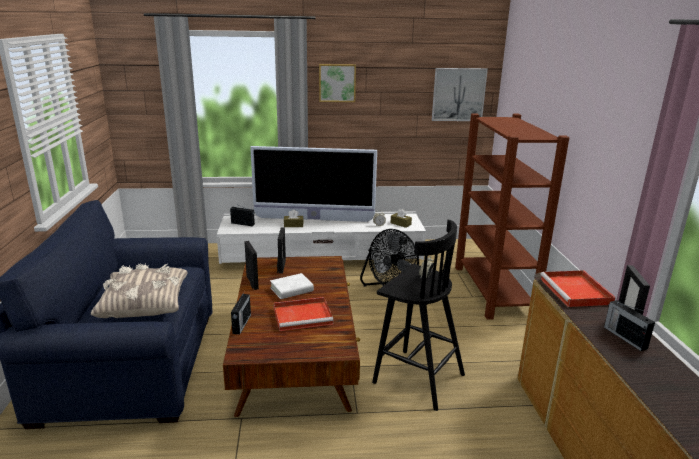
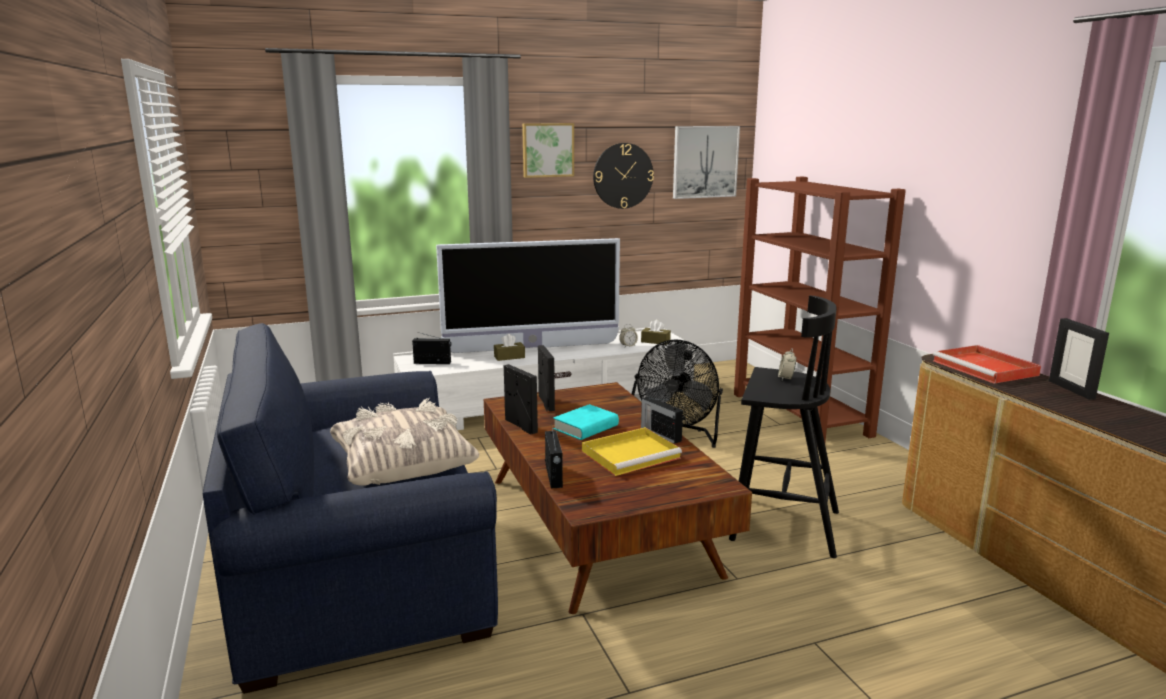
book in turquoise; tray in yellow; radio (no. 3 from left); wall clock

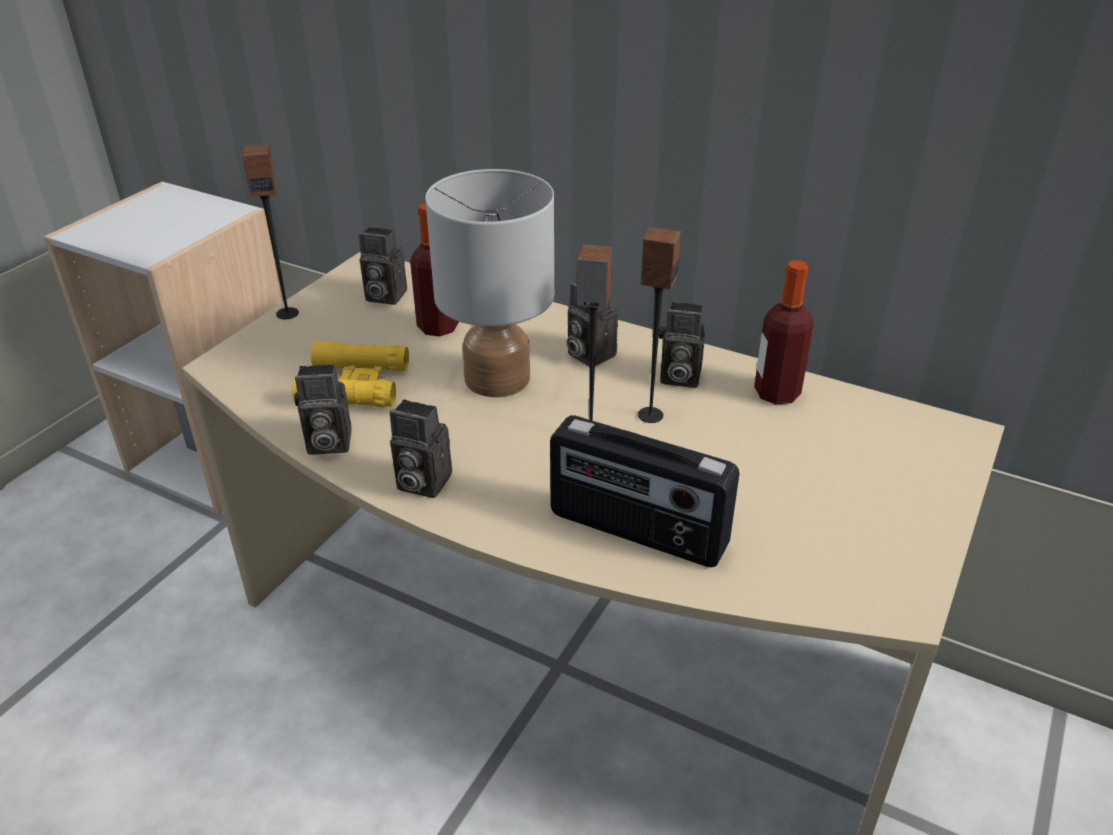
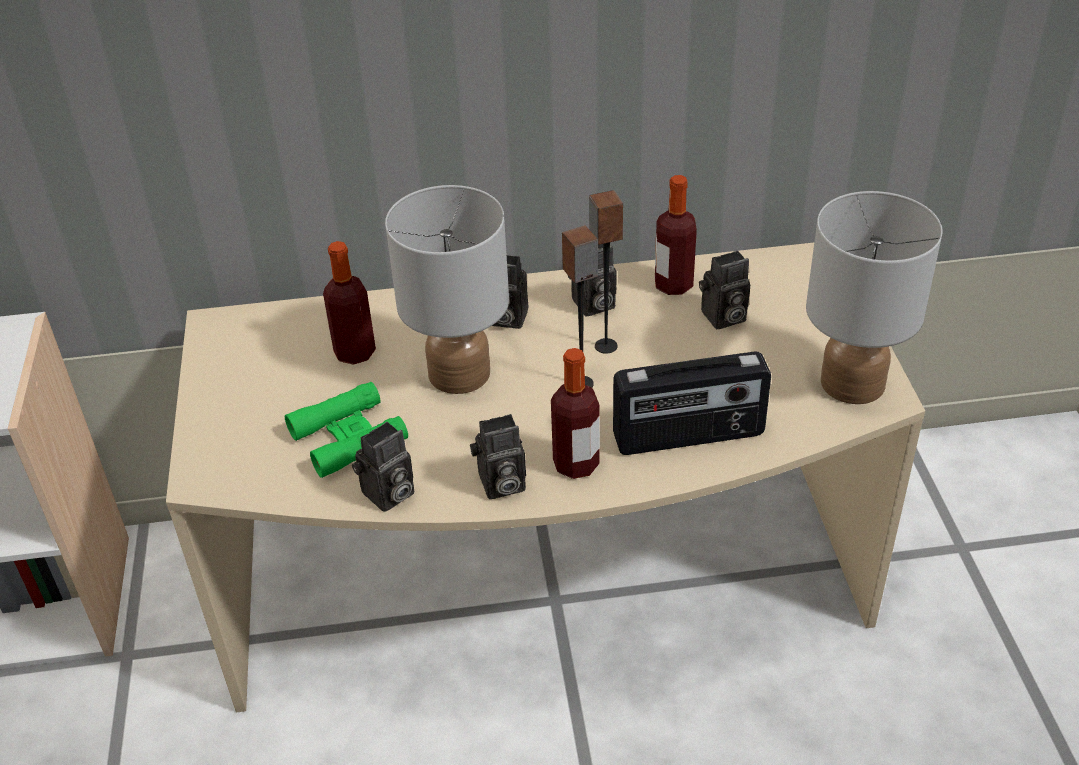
speaker (no. 1 from left in the first image); binoculars in green; photo camera (no. 5 from left); bottle (no. 2 from left); table lamp in grey (no. 2 from left)

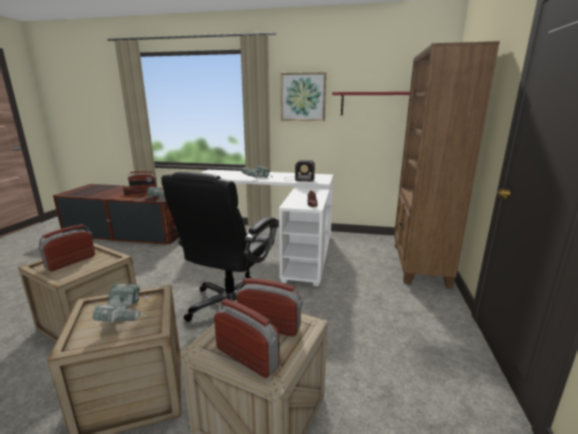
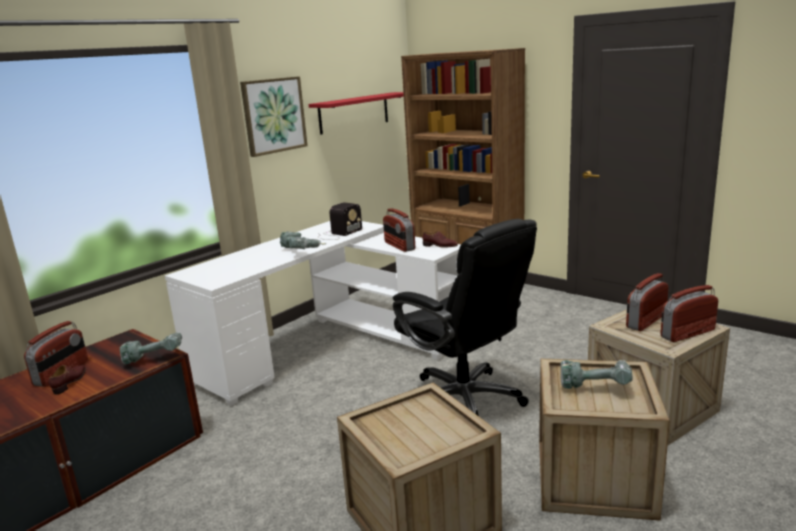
radio (no. 3 from left)

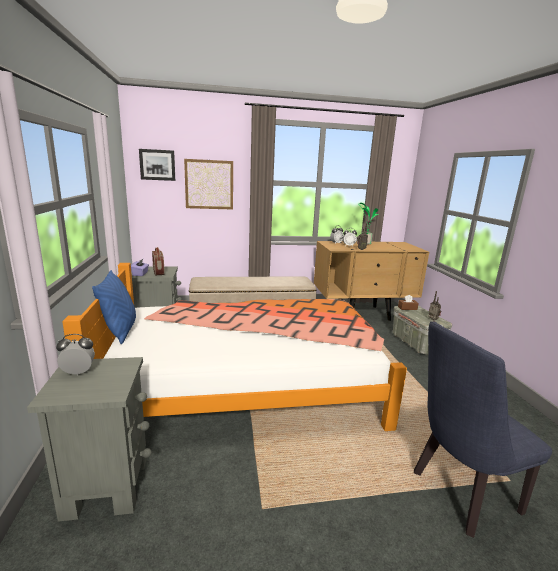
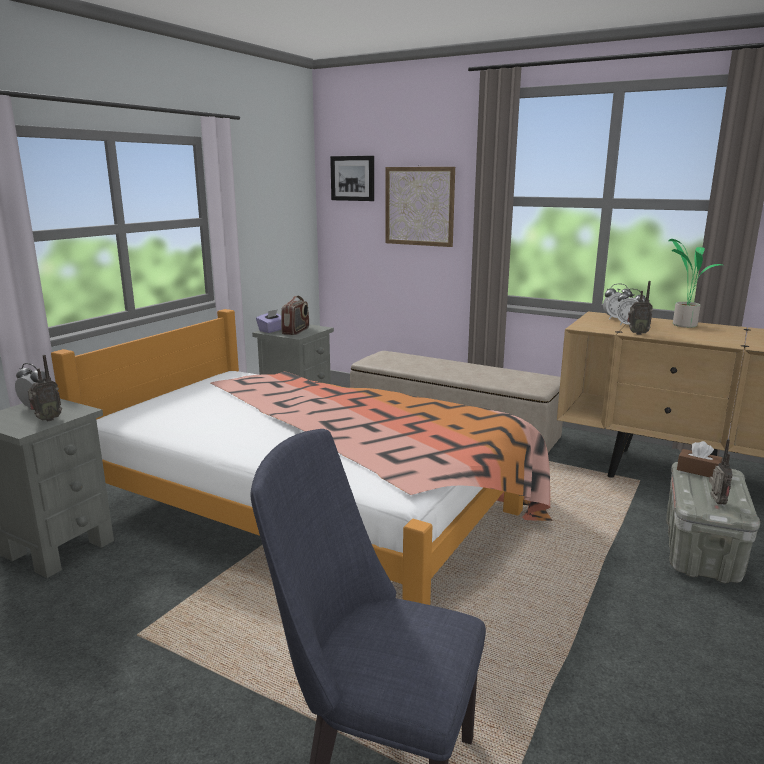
pillow in blue; radio (no. 1 from left)

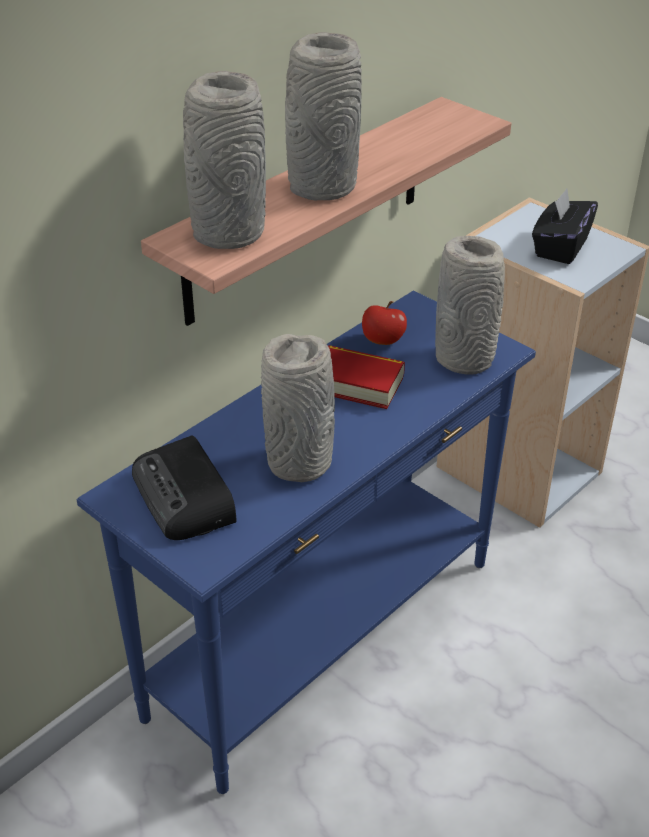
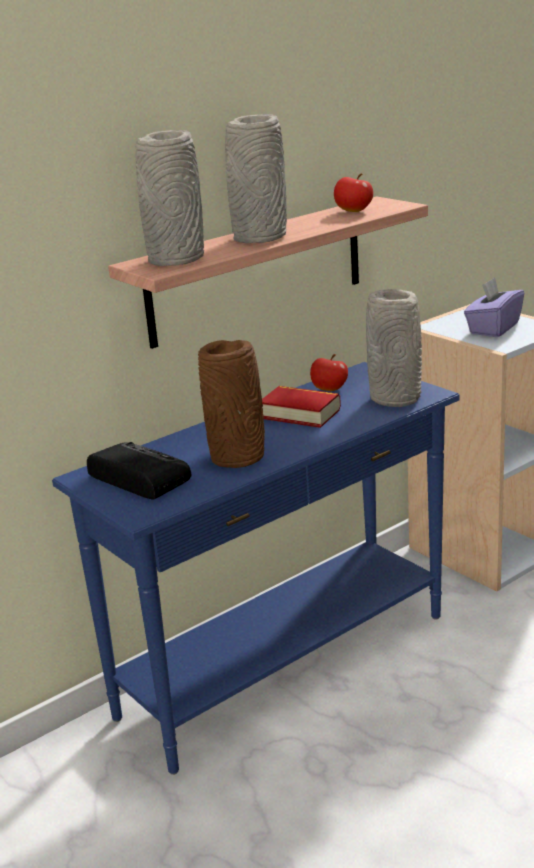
radio; vase in brown; tissue box in purple; apple (no. 2 from left)

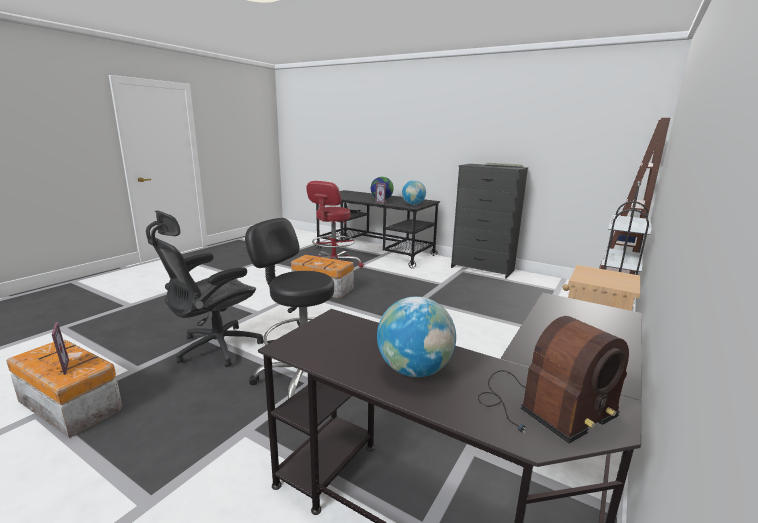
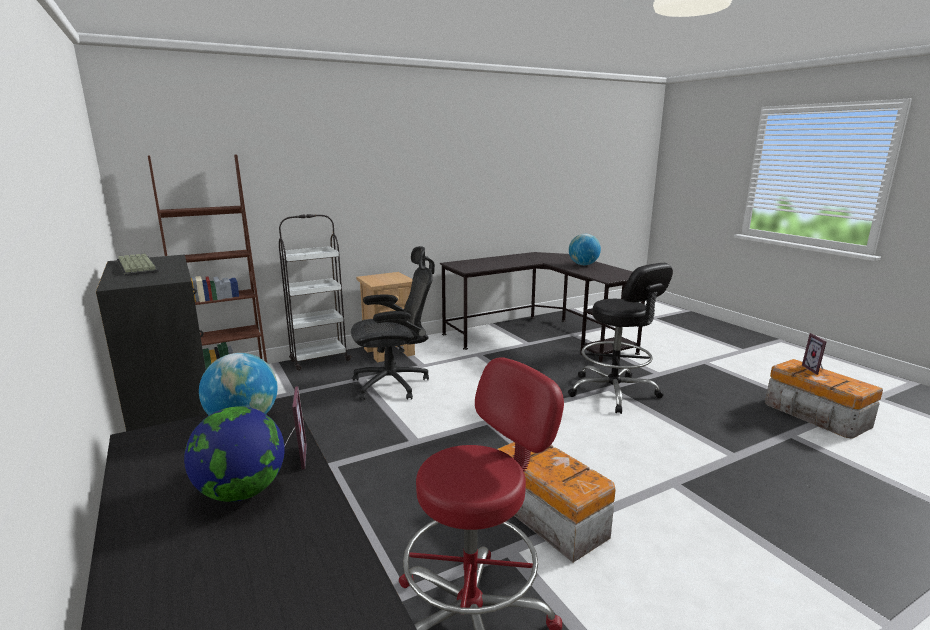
office chair; radio

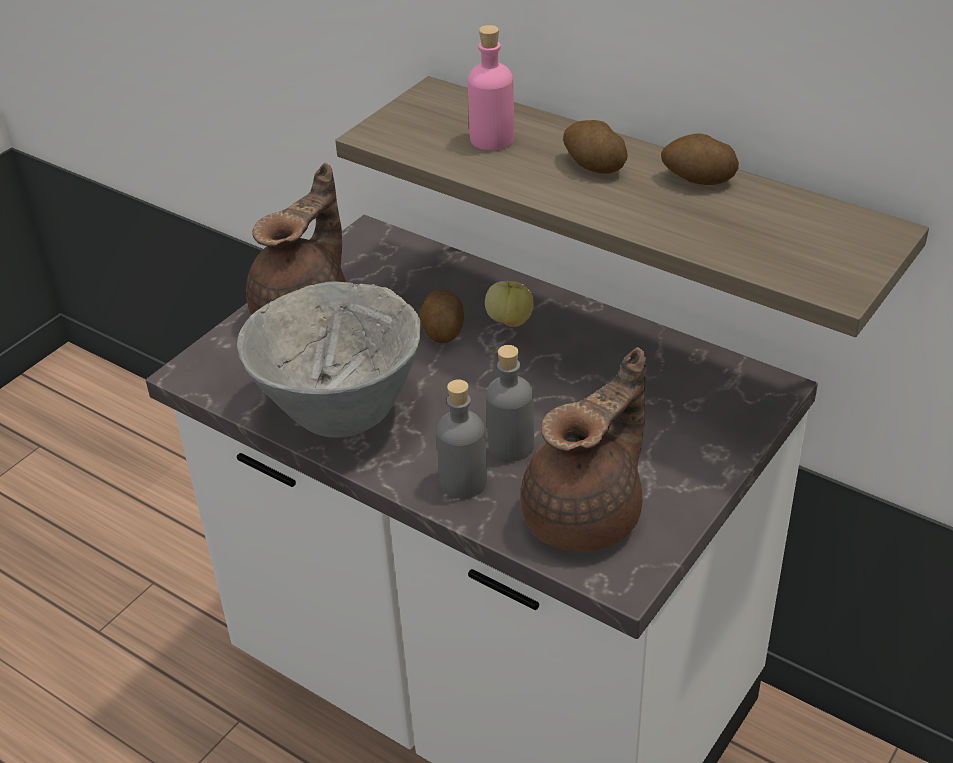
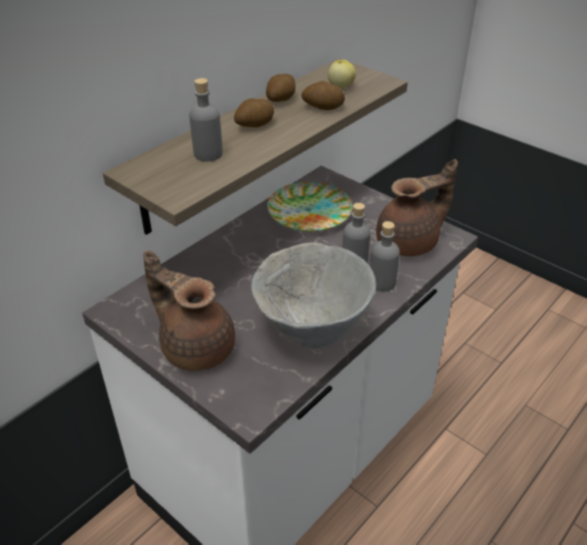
potato (no. 3 from left); bottle in grey (no. 1 from left); apple; teapot in brown (no. 2 from left); plate

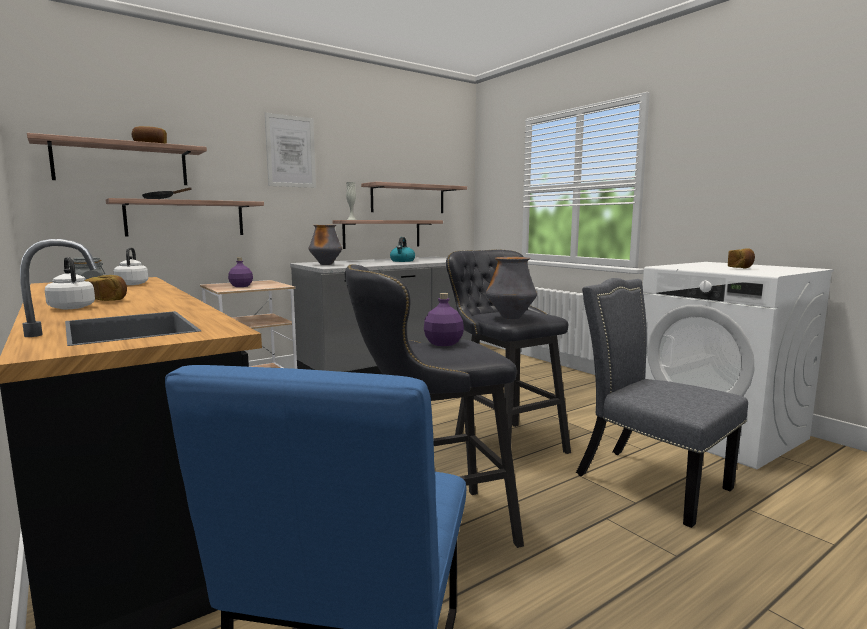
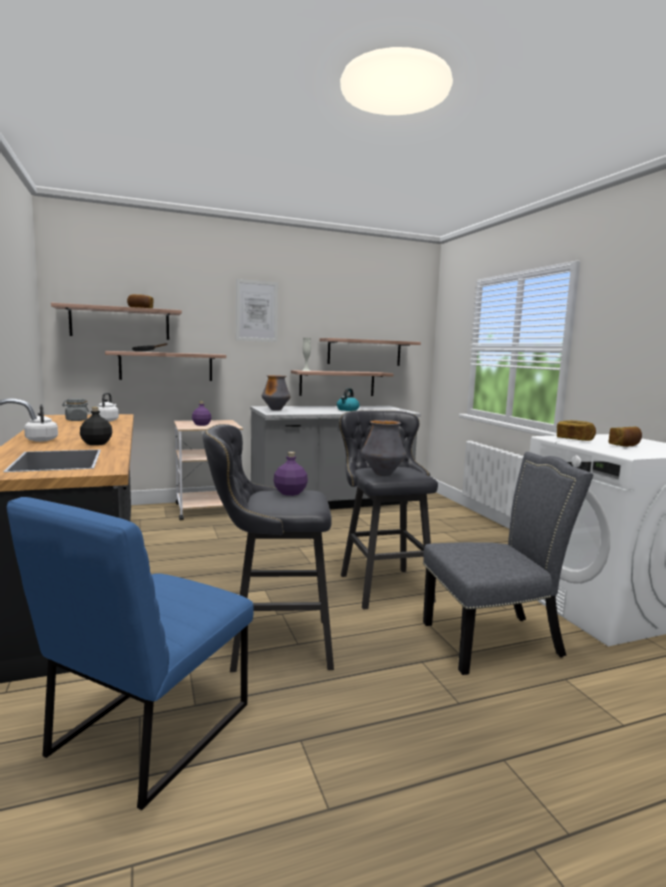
bread (no. 2 from left); chair in grey; bottle in black

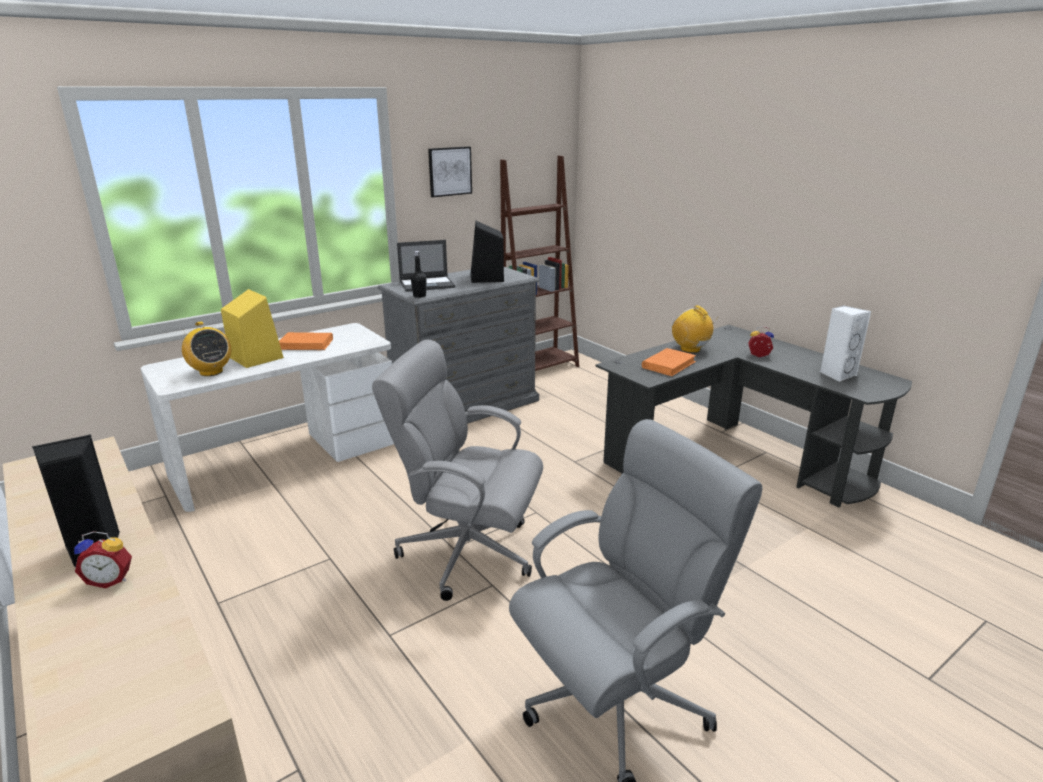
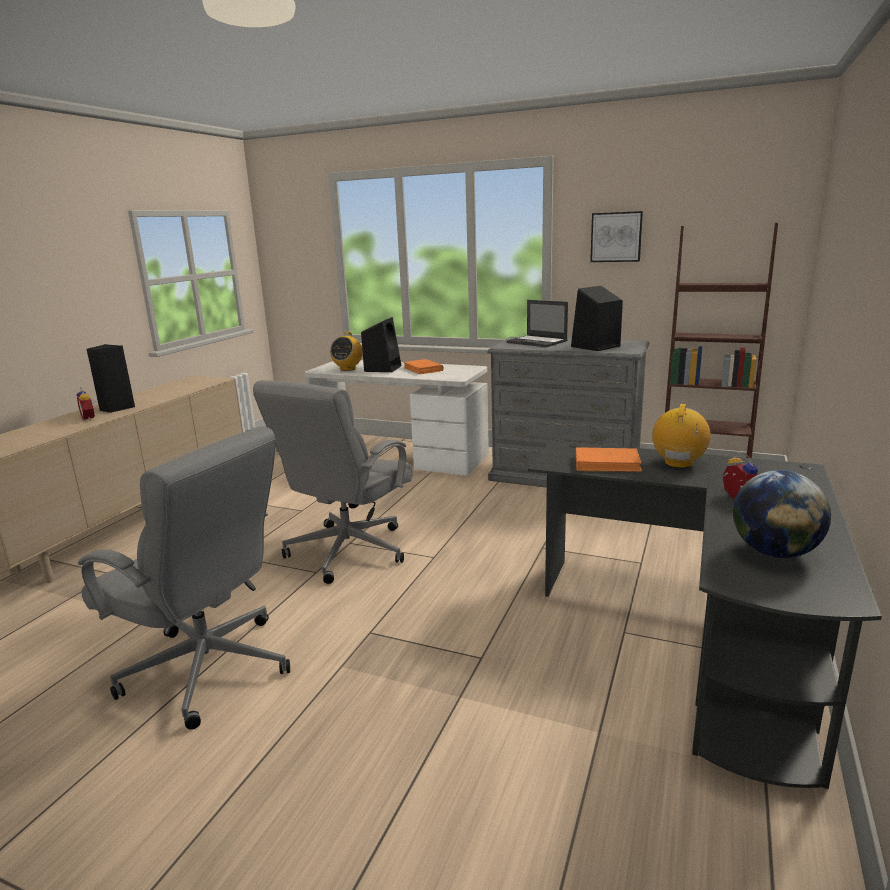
speaker in black (no. 2 from left); office chair in grey (no. 2 from left); bottle in black; globe

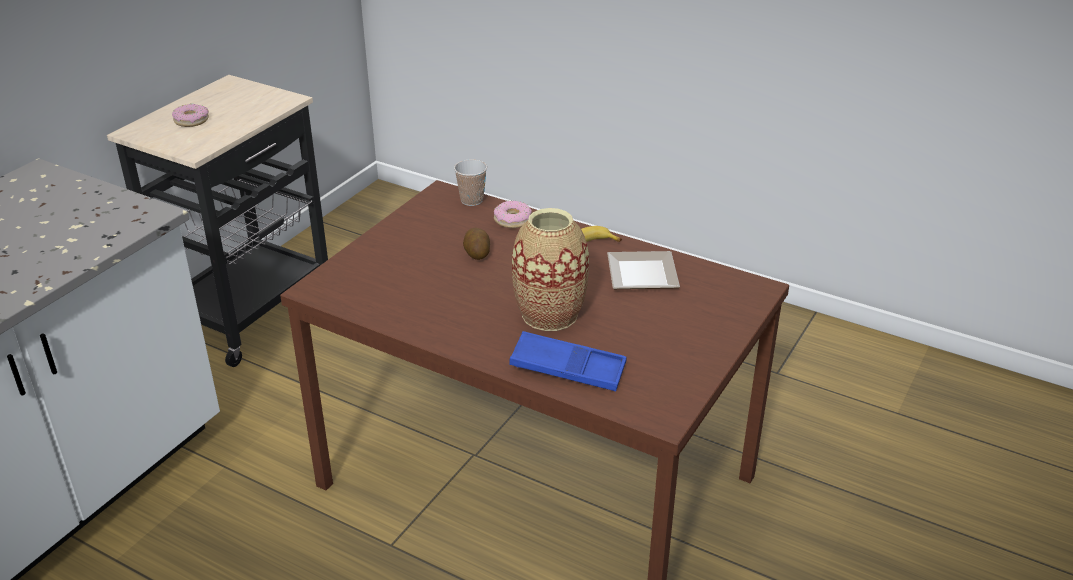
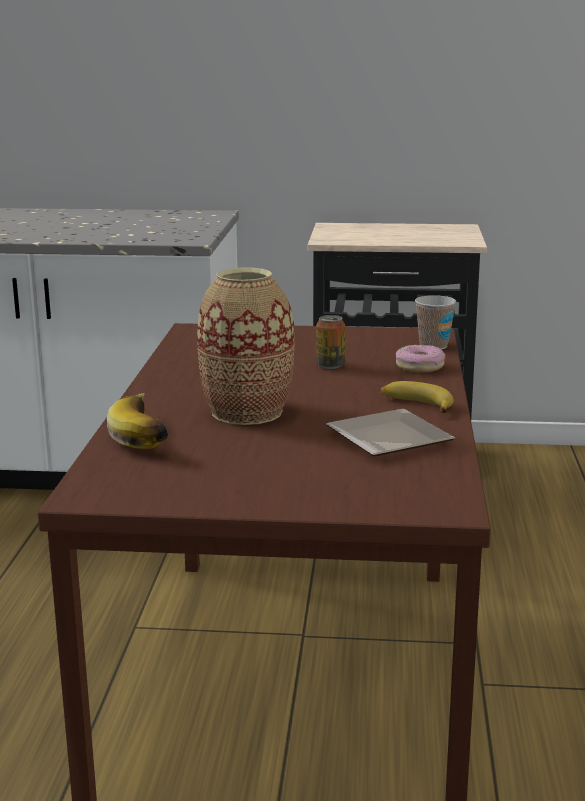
donut (no. 1 from left in the first image); can; banana (no. 1 from left)

